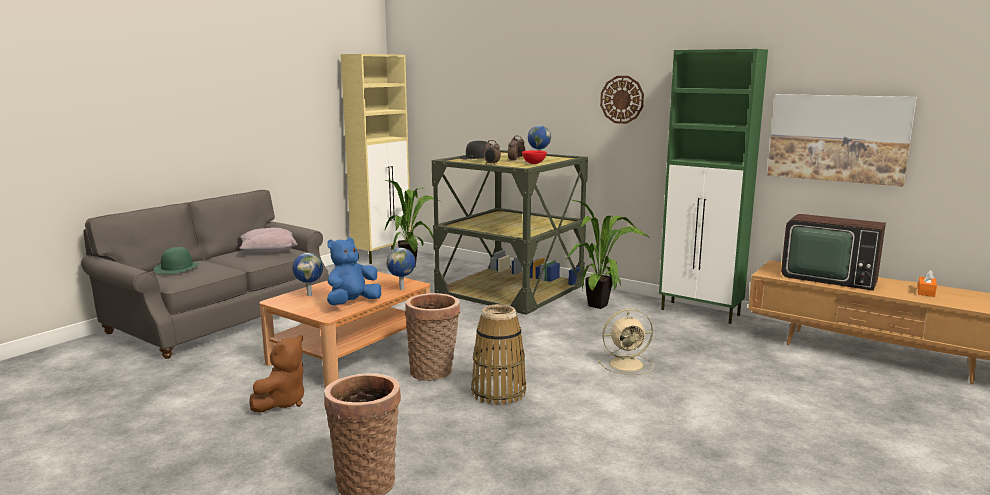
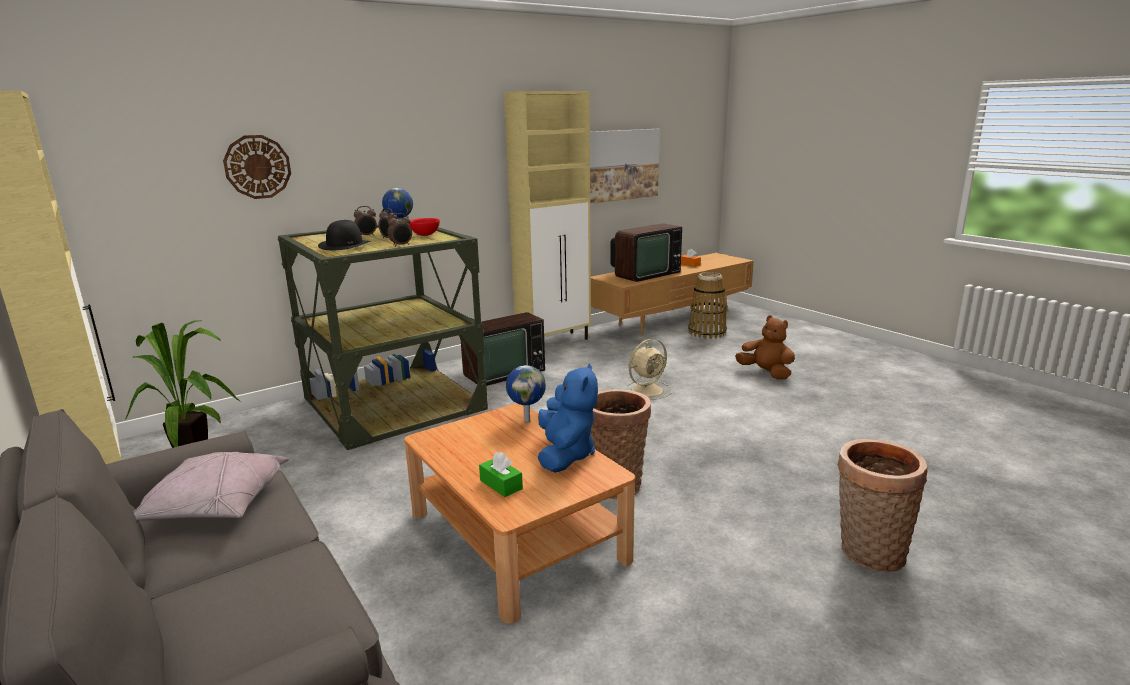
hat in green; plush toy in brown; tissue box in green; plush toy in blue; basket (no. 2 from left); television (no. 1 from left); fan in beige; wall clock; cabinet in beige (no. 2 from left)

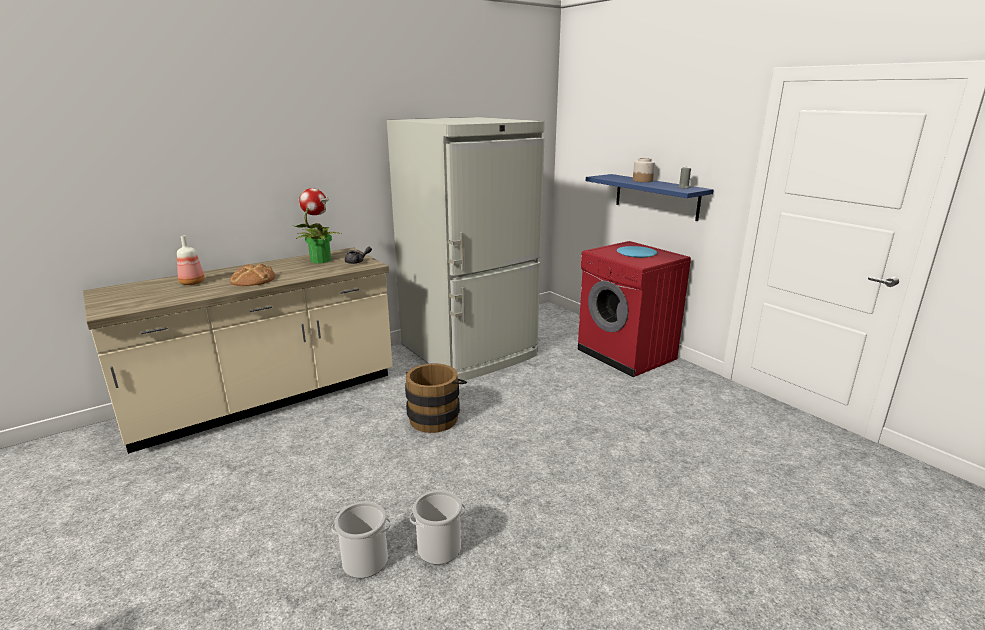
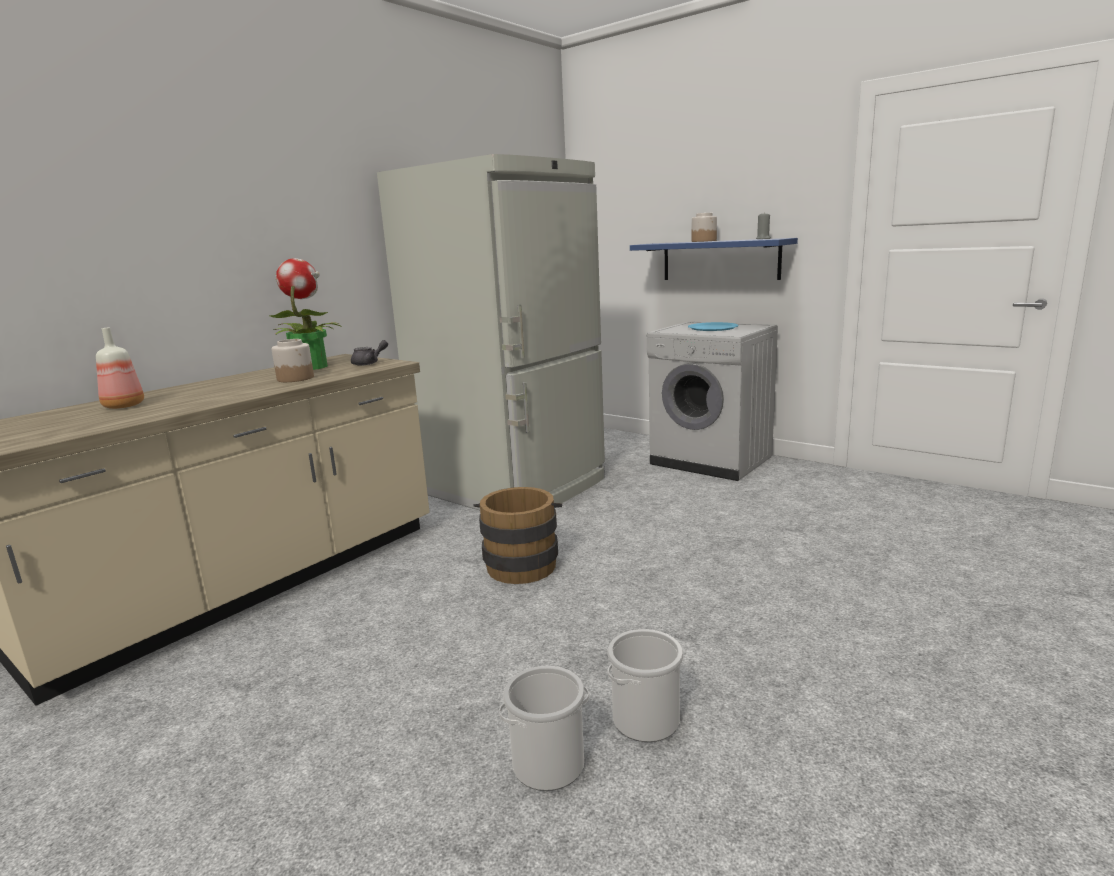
bread; washing machine in white; jar (no. 1 from left)

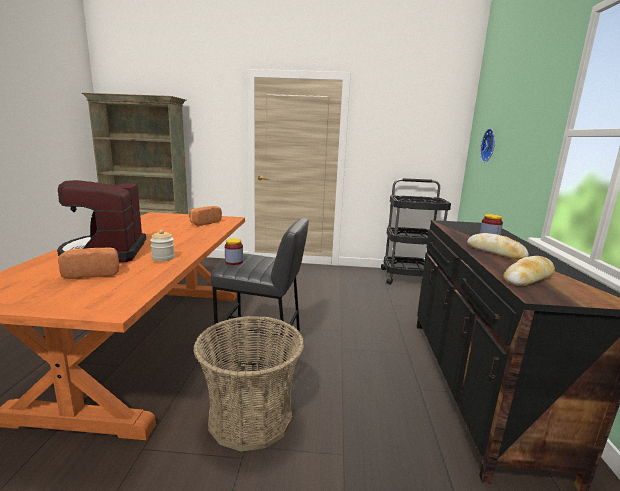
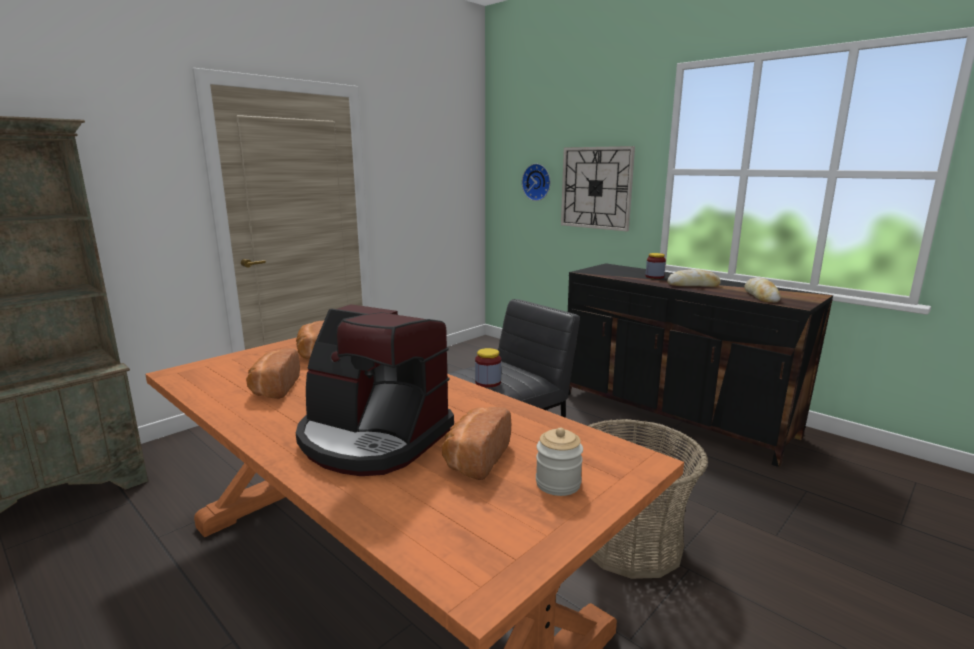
jar (no. 2 from left); cart in black; bread (no. 1 from left); wall clock (no. 2 from left)

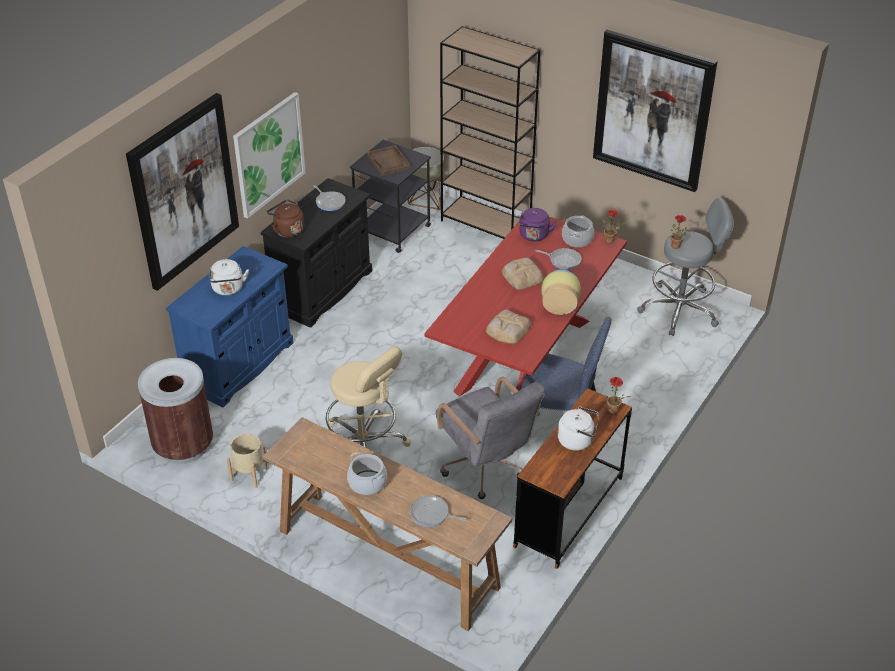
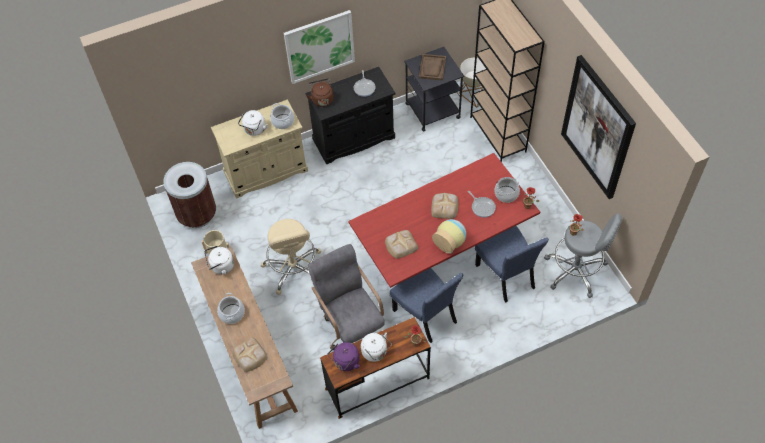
picture (no. 1 from left in the first image); cabinet in beige; bread (no. 1 from left); office chair in grey; kettle in purple; kettle in white (no. 1 from left); cooking pot (no. 2 from left); chair in blue (no. 2 from left)

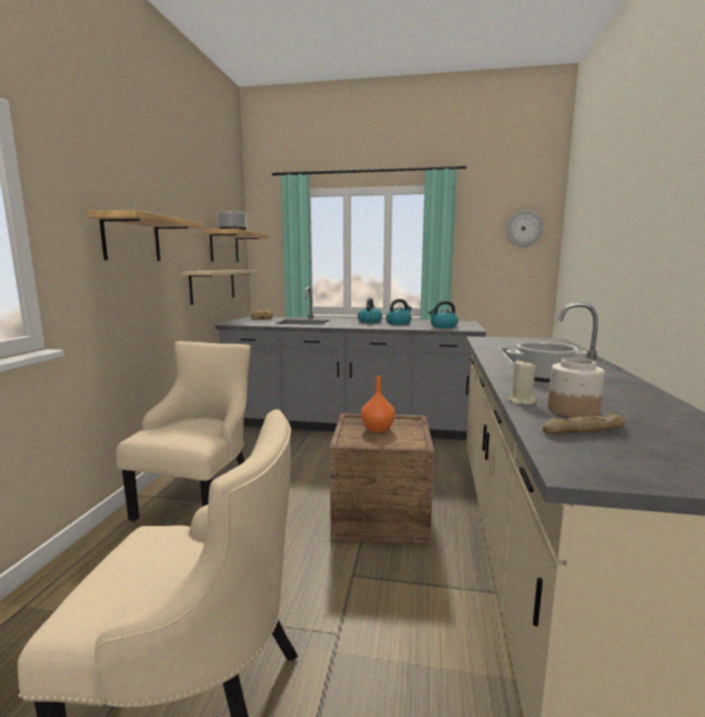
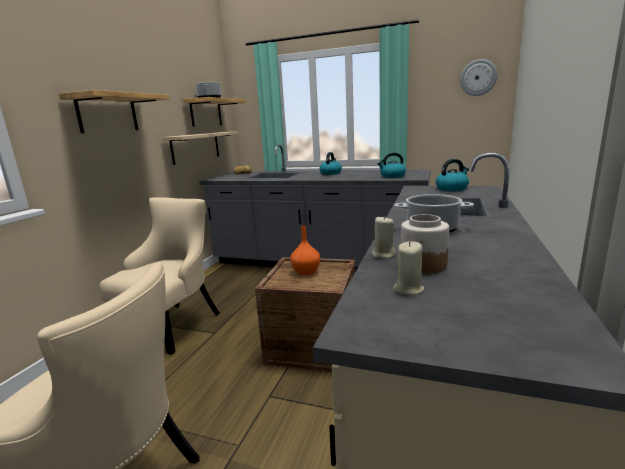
kettle (no. 3 from left); candle in beige (no. 2 from left)

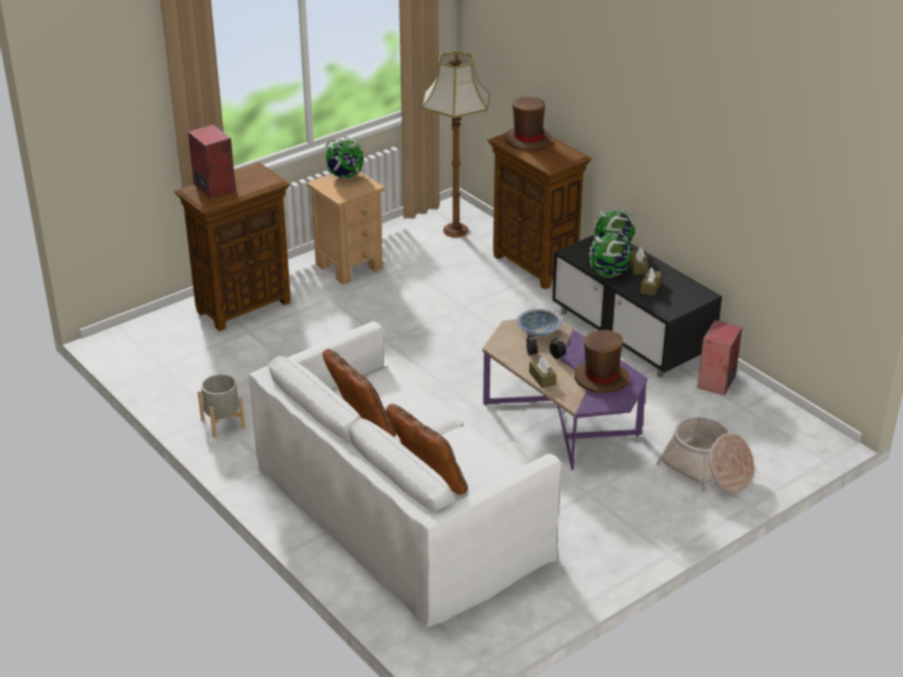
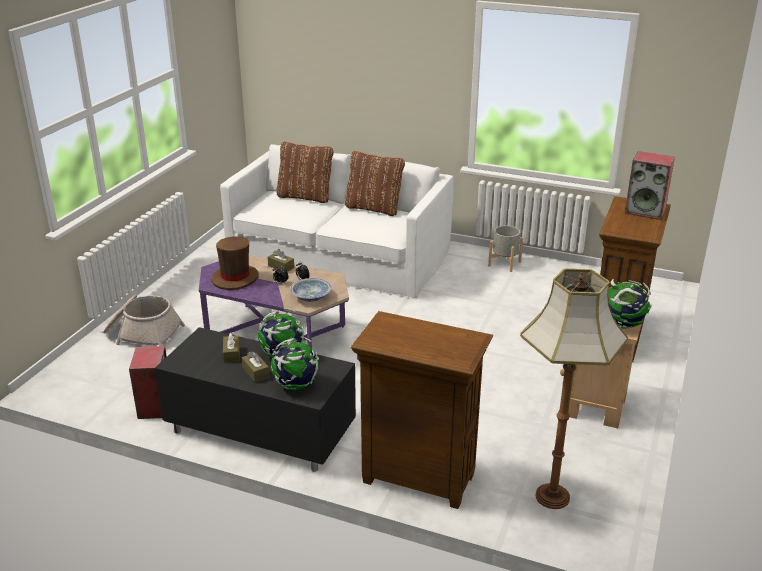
hat in brown (no. 1 from left in the first image)

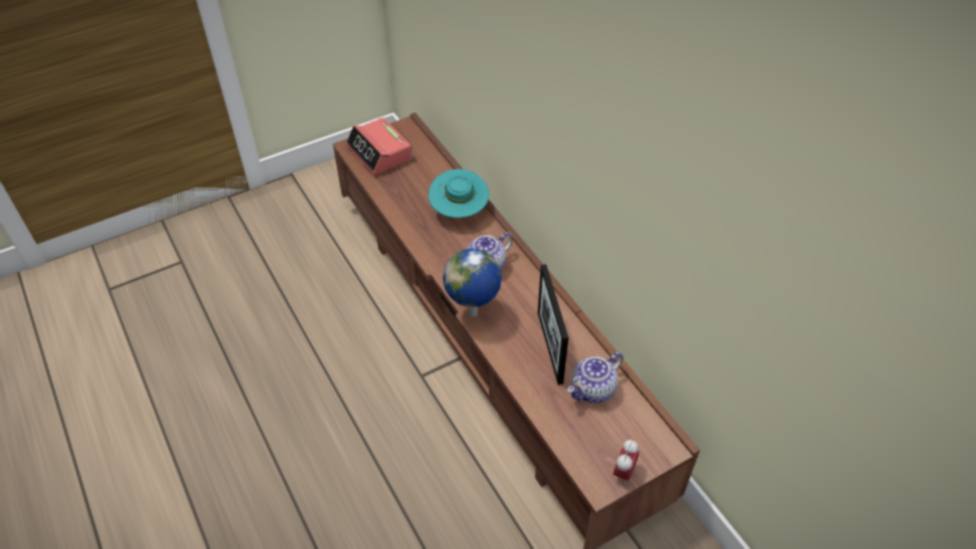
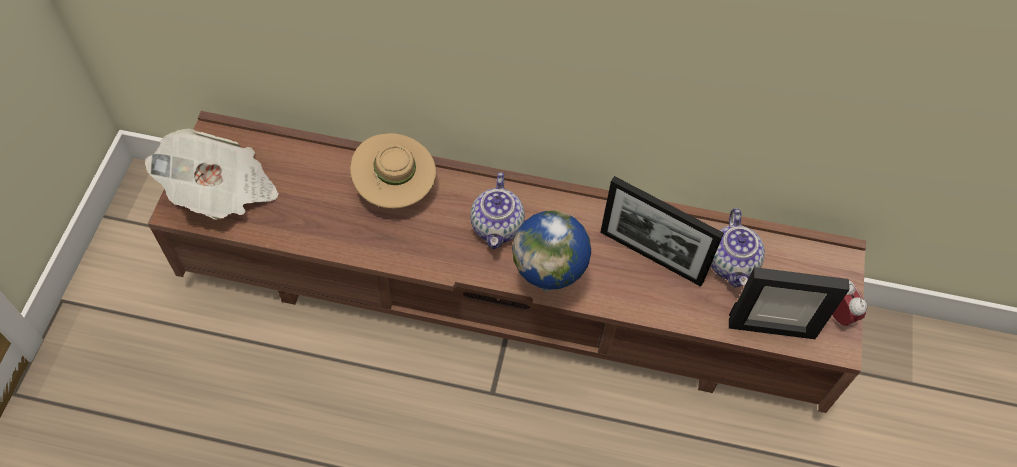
newspaper; hat in beige; picture frame (no. 2 from left)

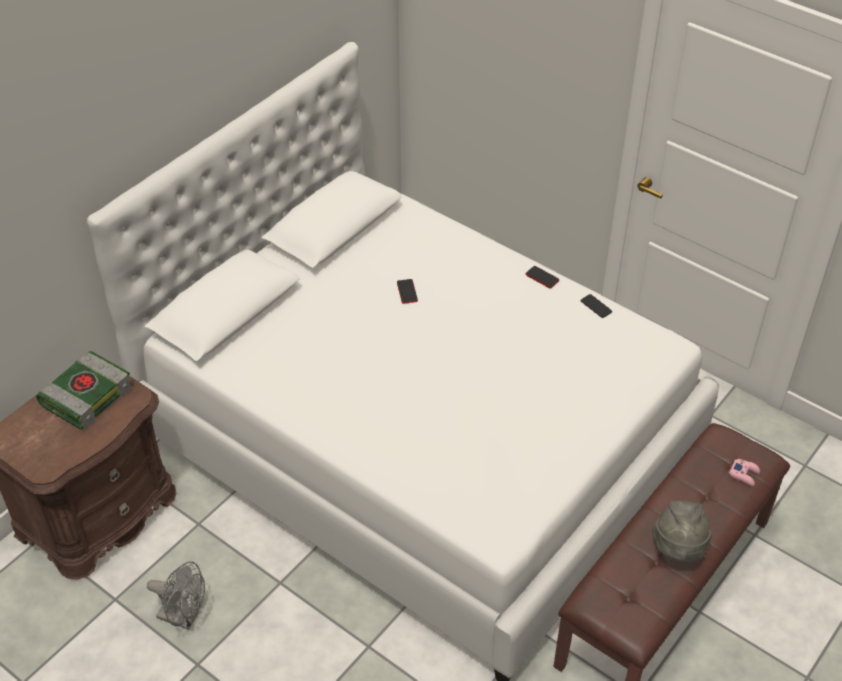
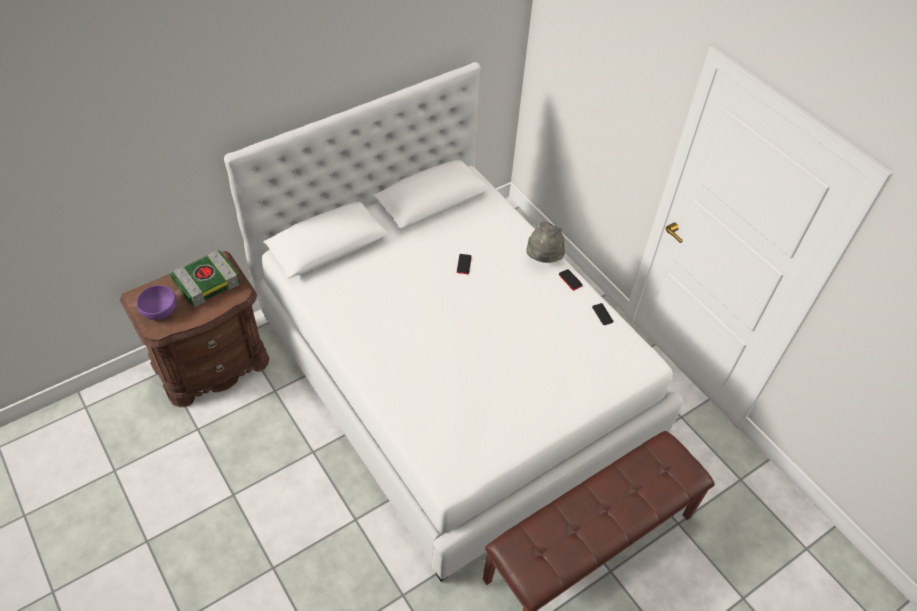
fan in grey; hat in grey; game controller in pink; bowl in purple

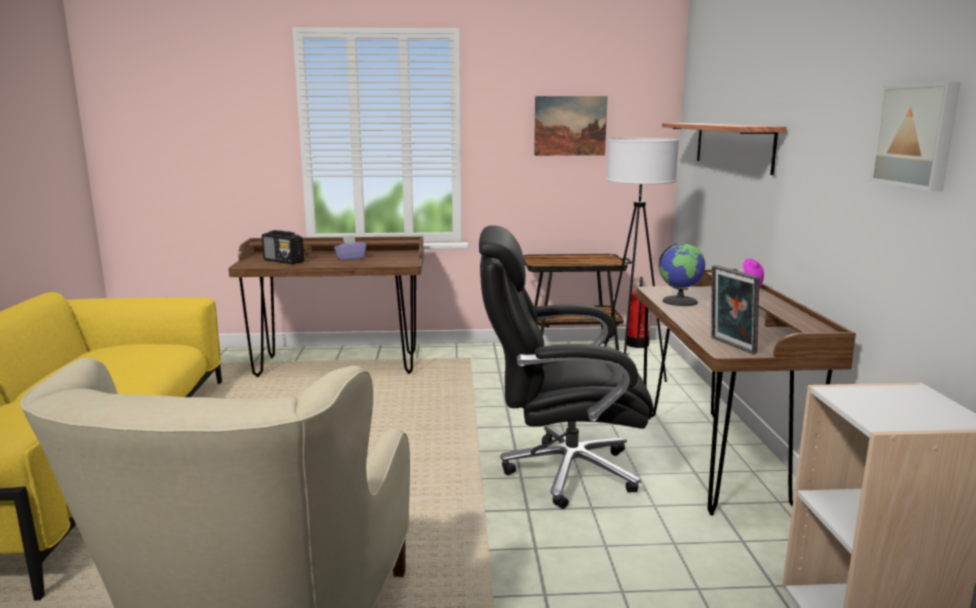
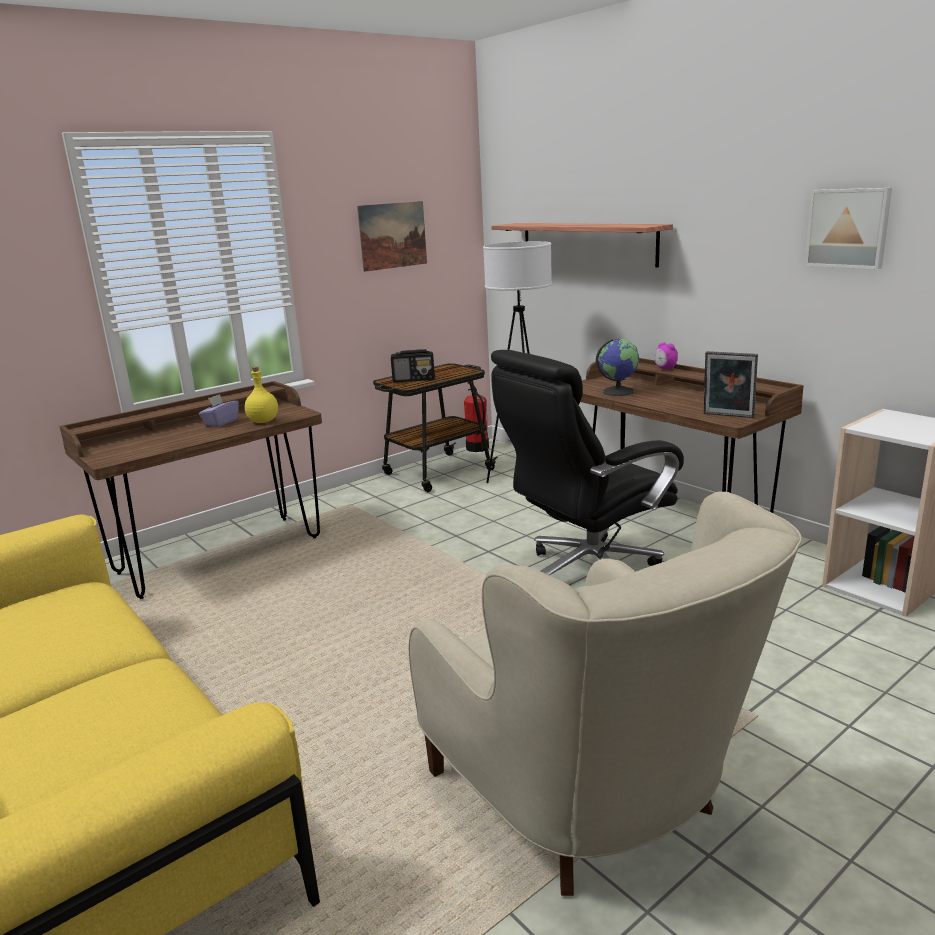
radio; bottle in yellow

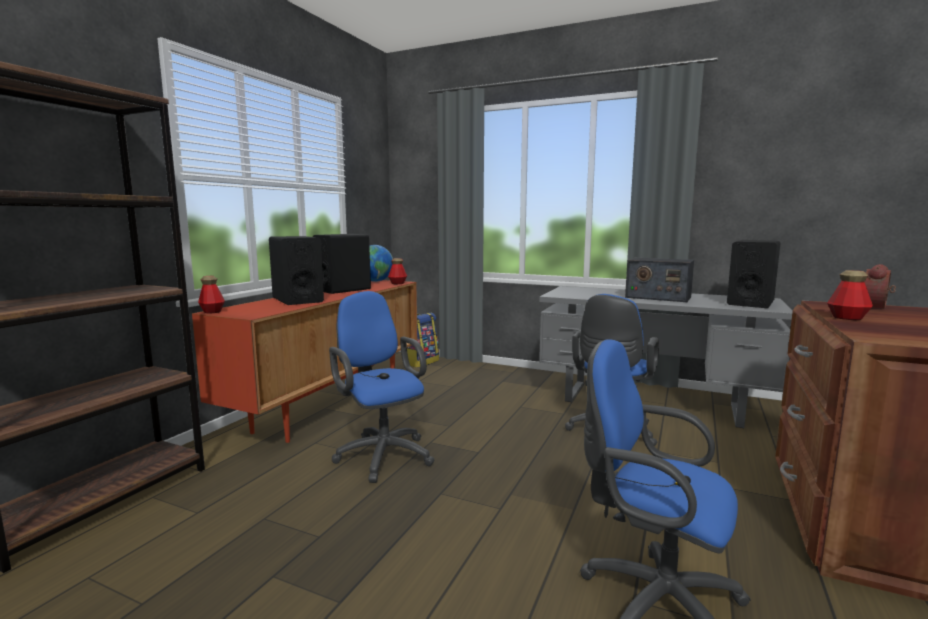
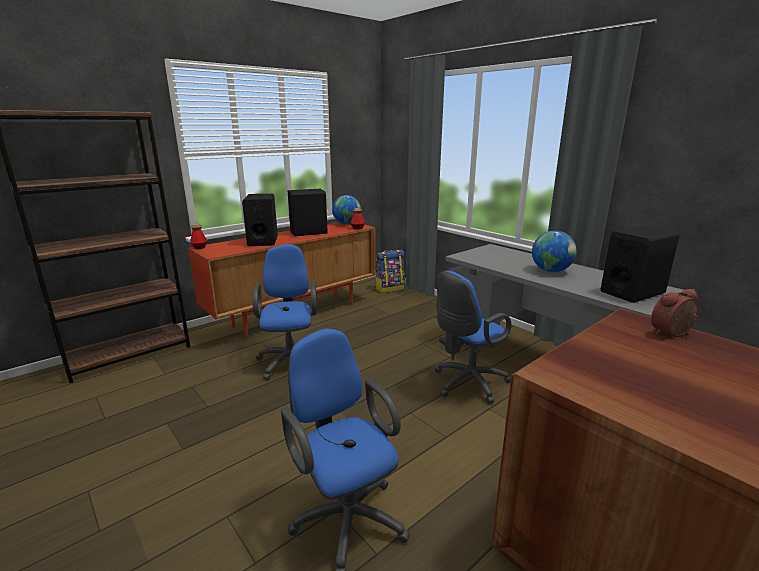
globe (no. 2 from left); bottle (no. 3 from left in the first image)

